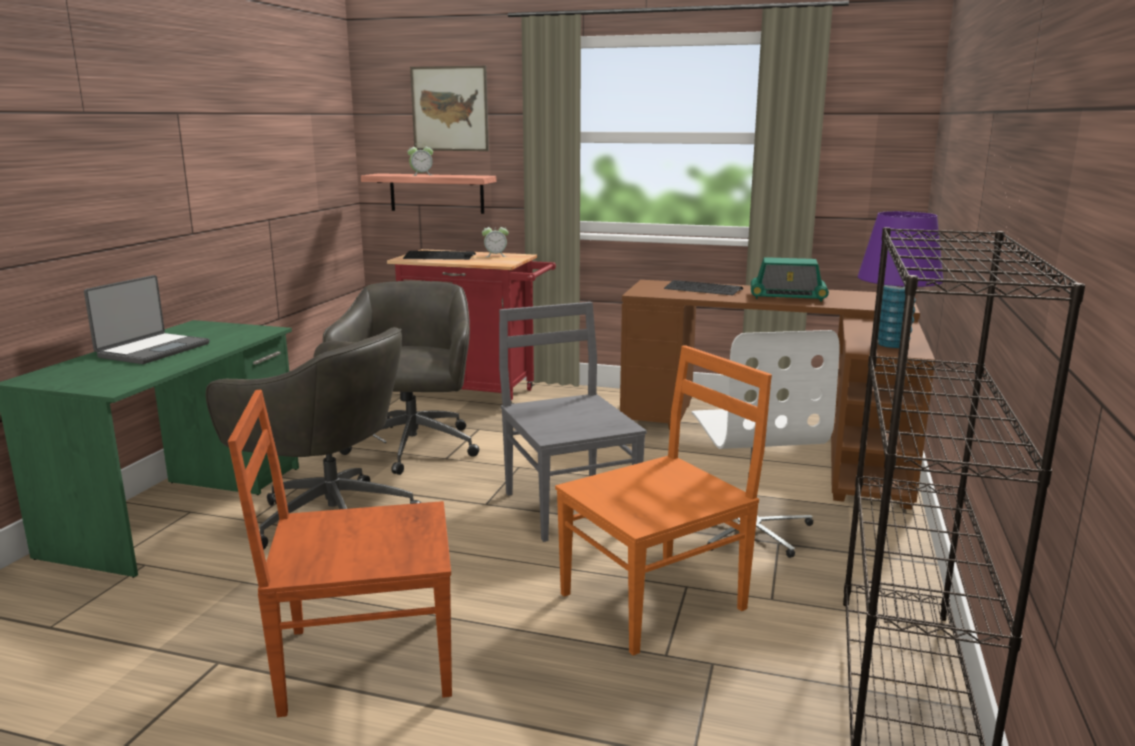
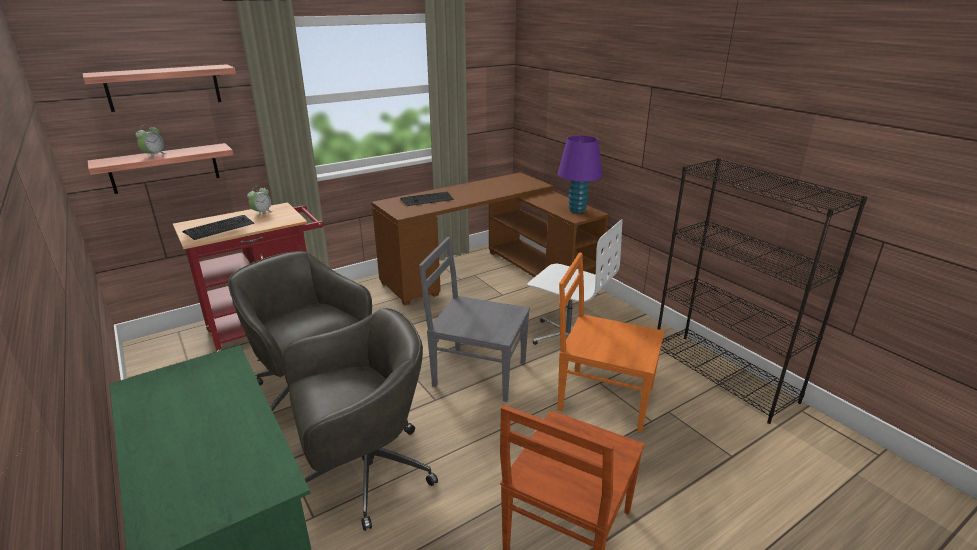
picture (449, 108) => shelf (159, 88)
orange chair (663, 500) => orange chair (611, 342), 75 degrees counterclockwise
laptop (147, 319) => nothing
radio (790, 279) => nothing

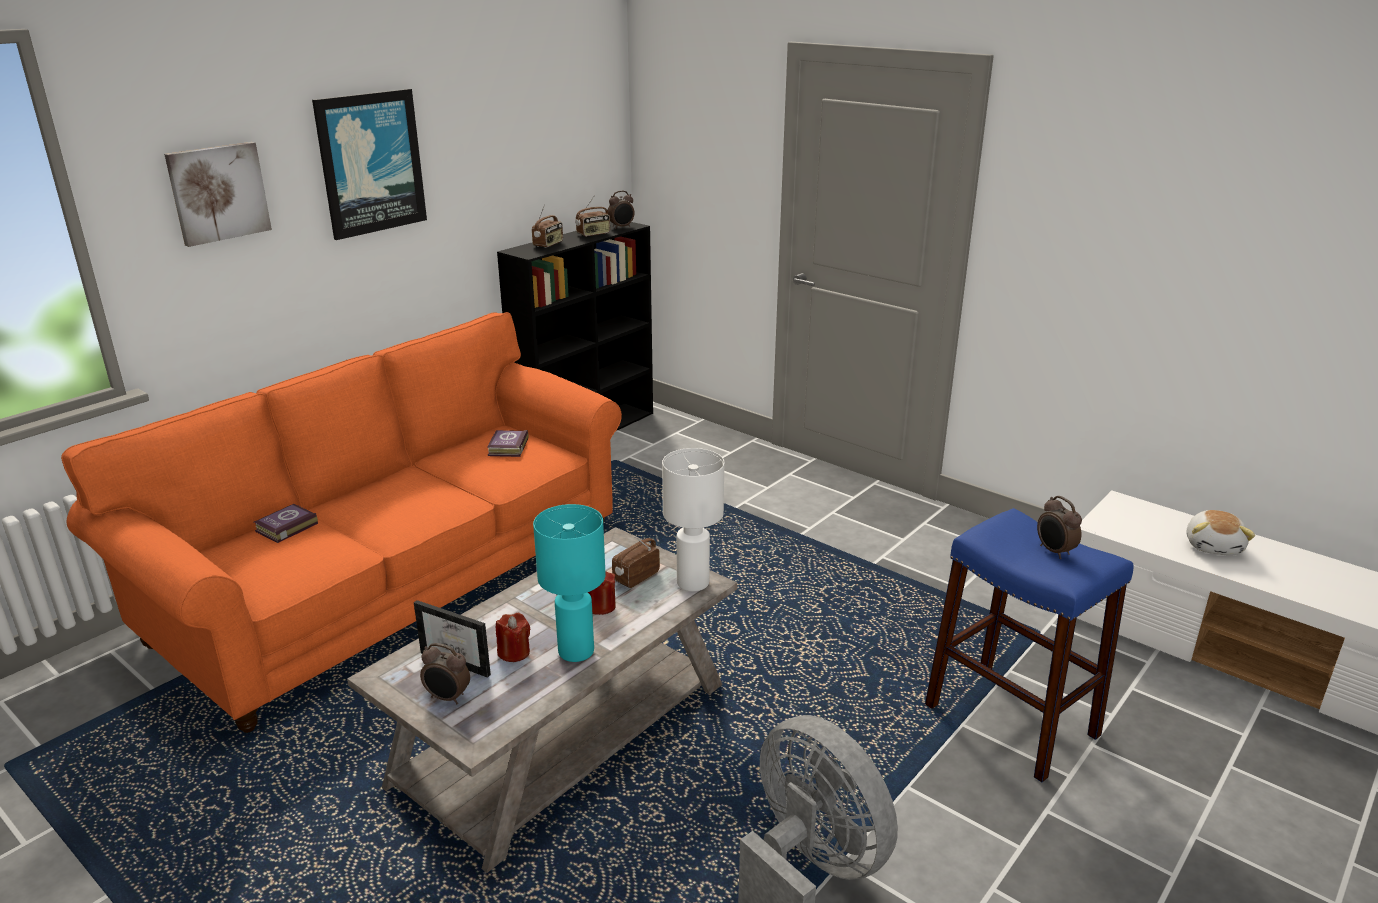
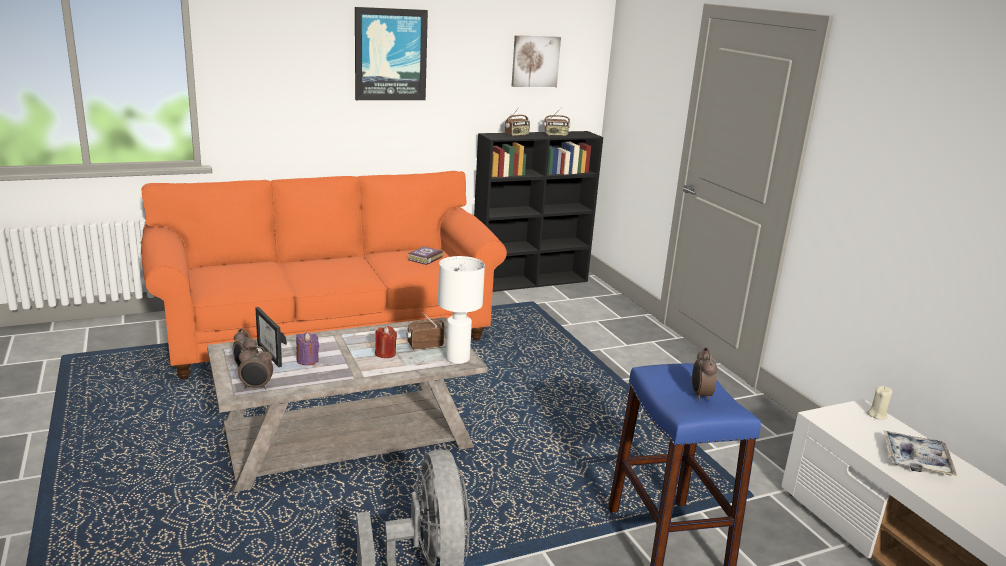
alarm clock (621, 210) => alarm clock (255, 368), move
red candle (513, 637) => purple candle (307, 348)
picture (218, 194) => picture (536, 61), move
nothing => beige candle (880, 403)
plush toy (1221, 533) => tray (920, 453)
book (286, 523) => nothing
turquoise table lamp (569, 583) => nothing

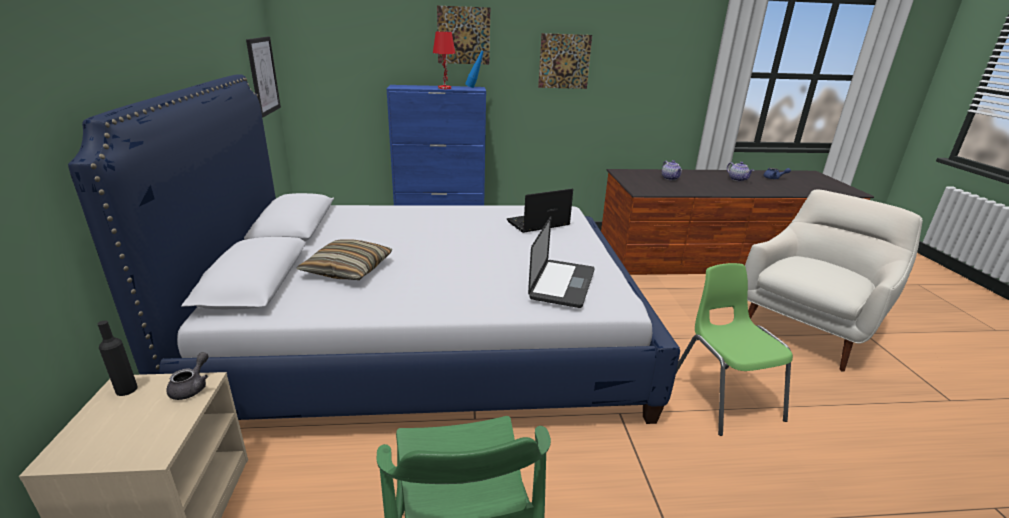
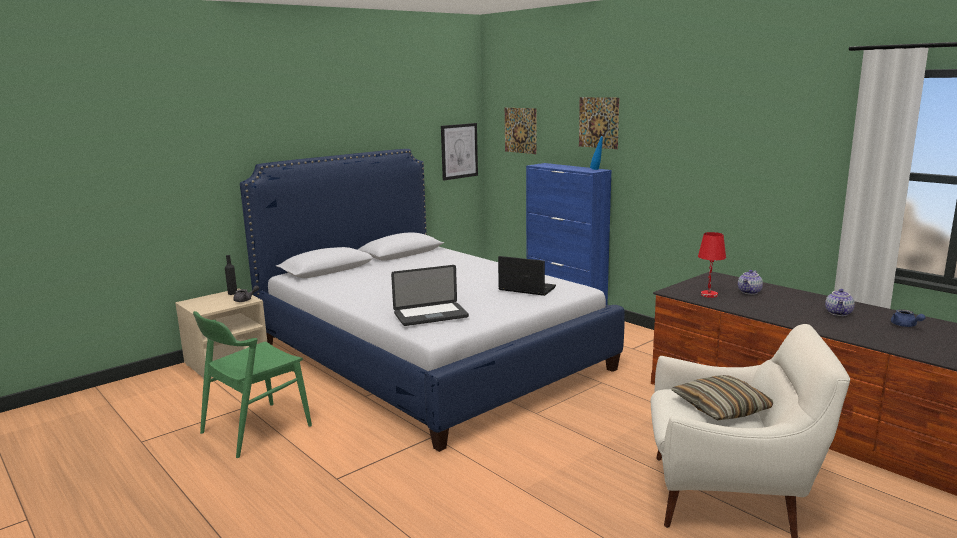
picture (565, 61) => picture (520, 131), move
pillow (345, 259) => pillow (722, 397), move
red table lamp (444, 60) => red table lamp (712, 265), move
green chair (734, 349) => nothing

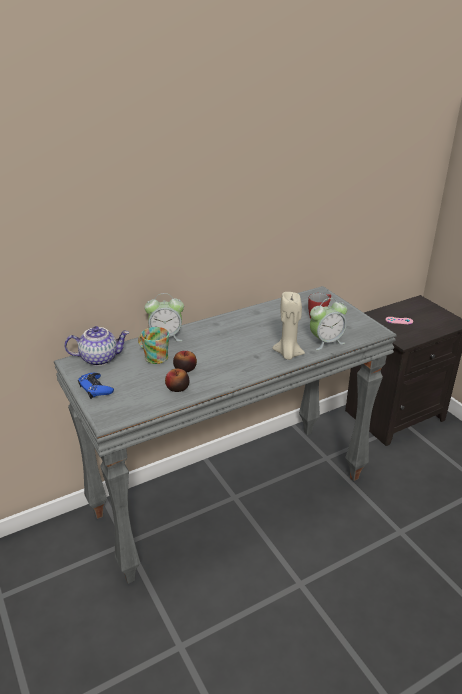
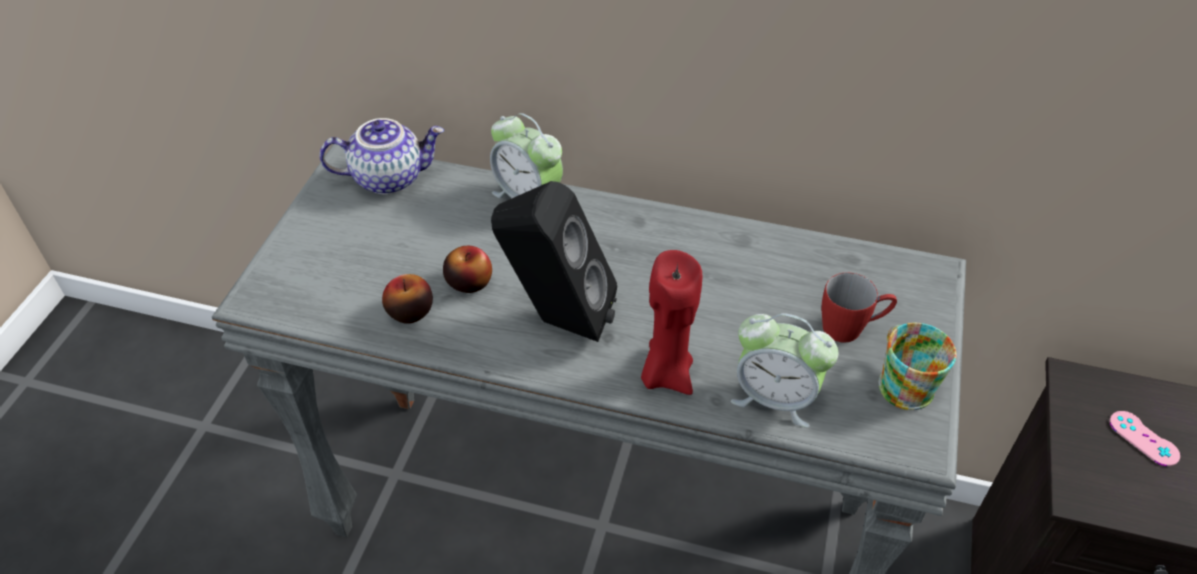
teapot (96, 346) => teapot (381, 156), 45 degrees counterclockwise
nothing => black speaker (554, 261)
beige candle (289, 326) => red candle (671, 322)
mug (153, 345) => mug (917, 366), move
blue game controller (96, 386) => nothing

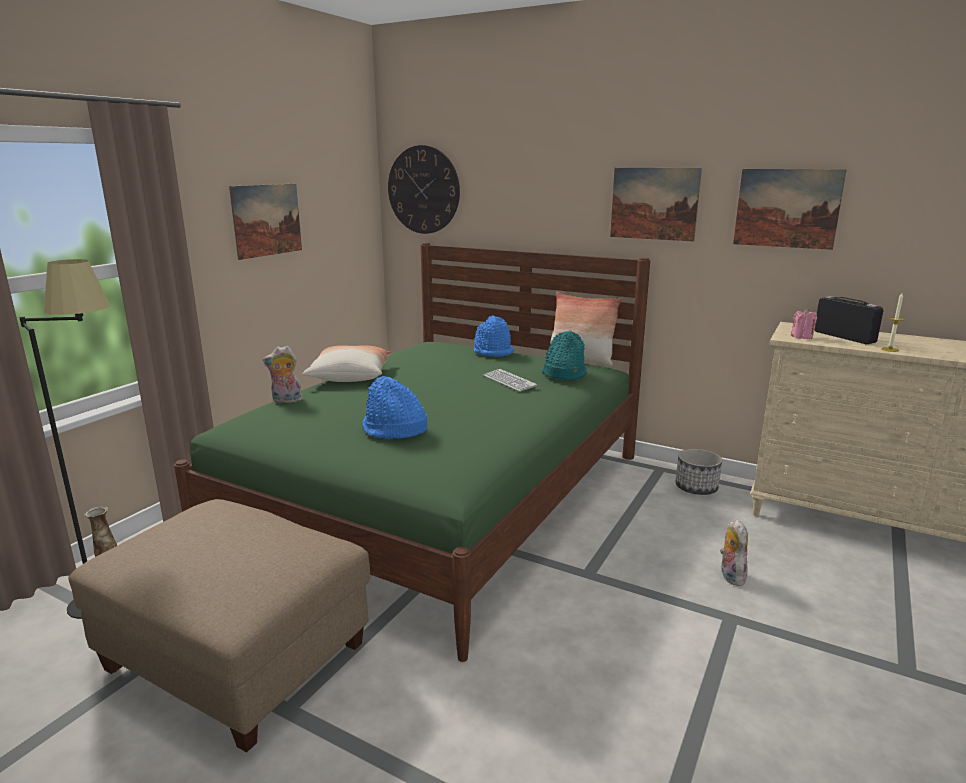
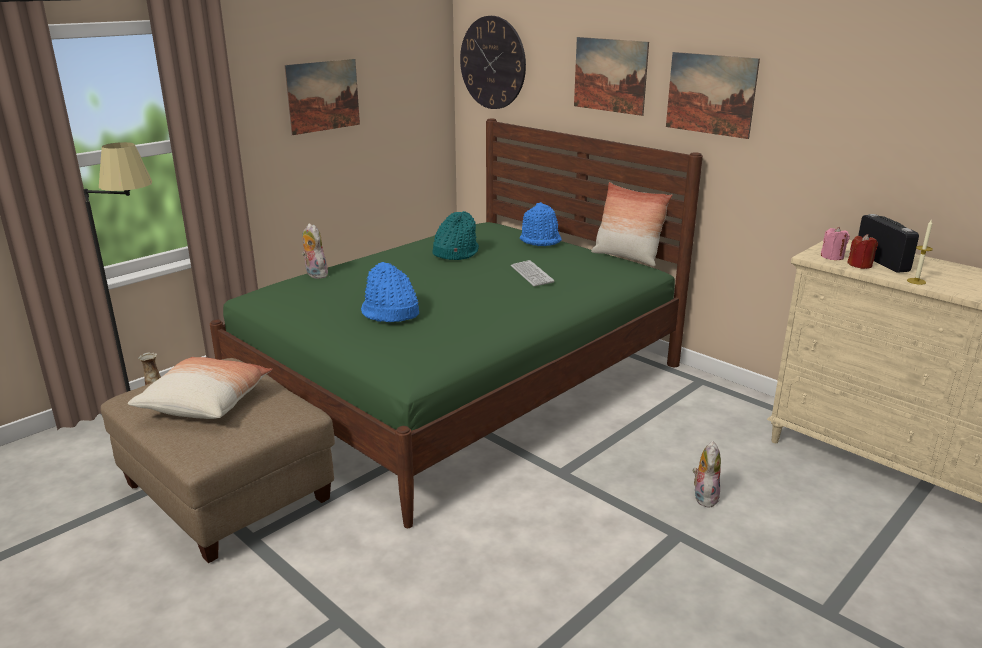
pillow (347, 363) => pillow (200, 388), move
plush toy (283, 374) => plush toy (315, 251), 45 degrees clockwise
turquoise hat (564, 355) => turquoise hat (456, 235), move
picture (790, 209) => picture (611, 76), move
nothing => red candle (862, 251)
planter (699, 472) => nothing

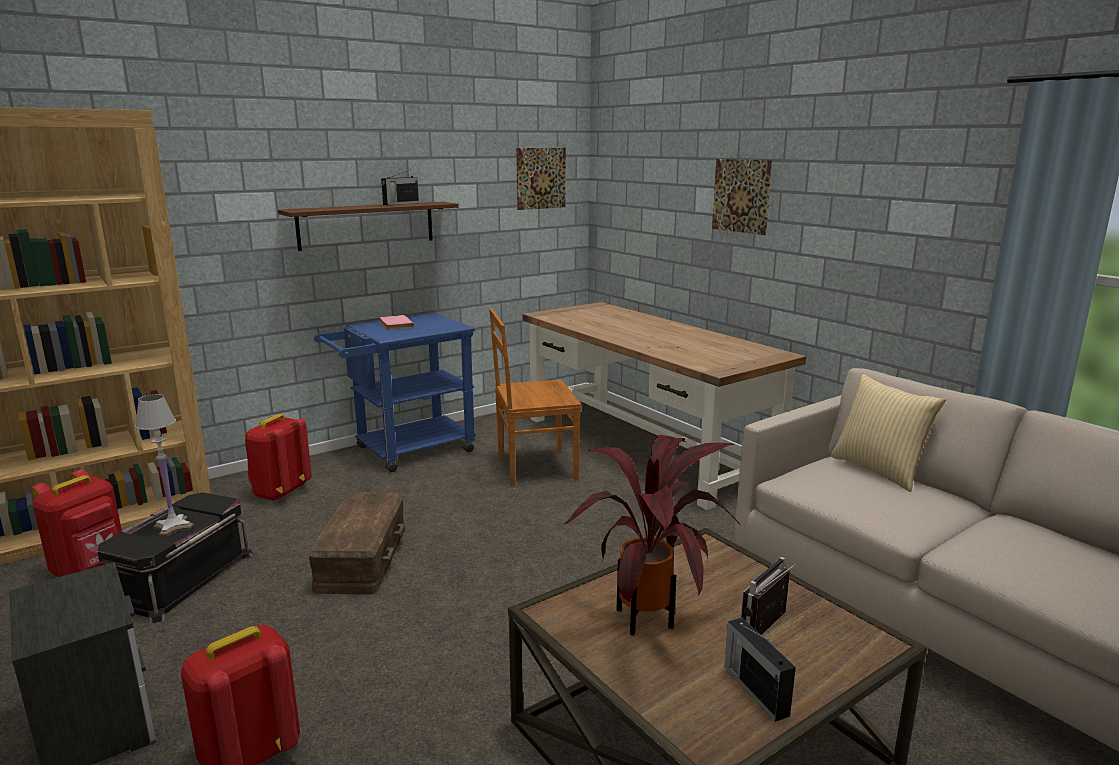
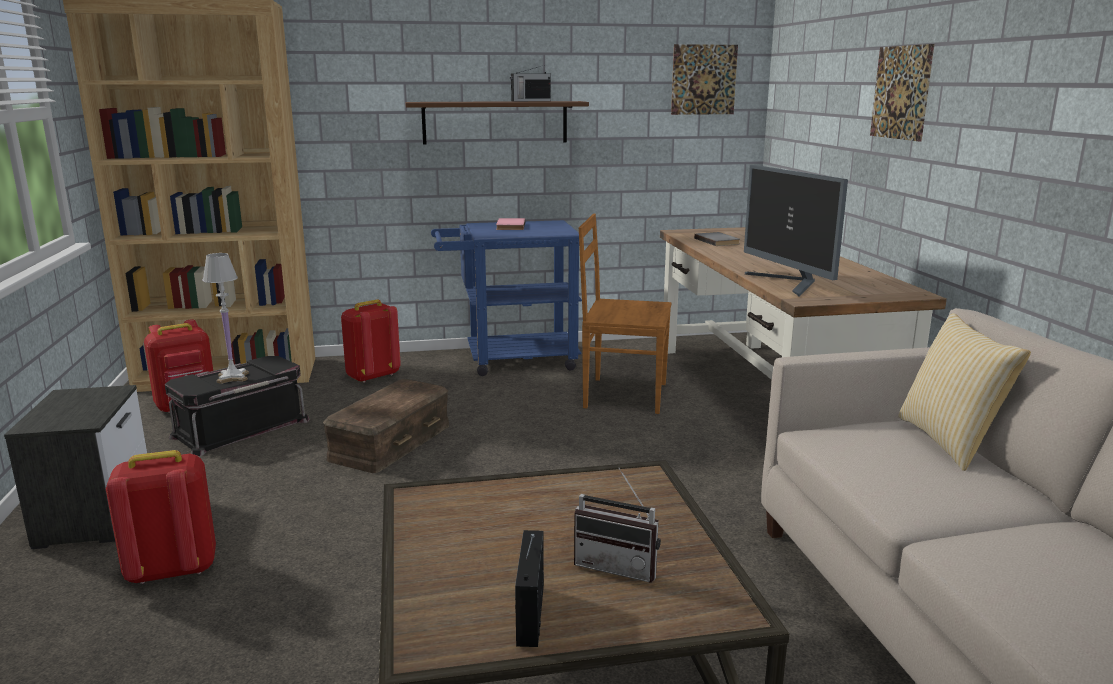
radio (770, 596) => radio (617, 525), 135 degrees counterclockwise
nothing => grey book (717, 239)
nothing => monitor (796, 230)
potted plant (651, 535) => nothing

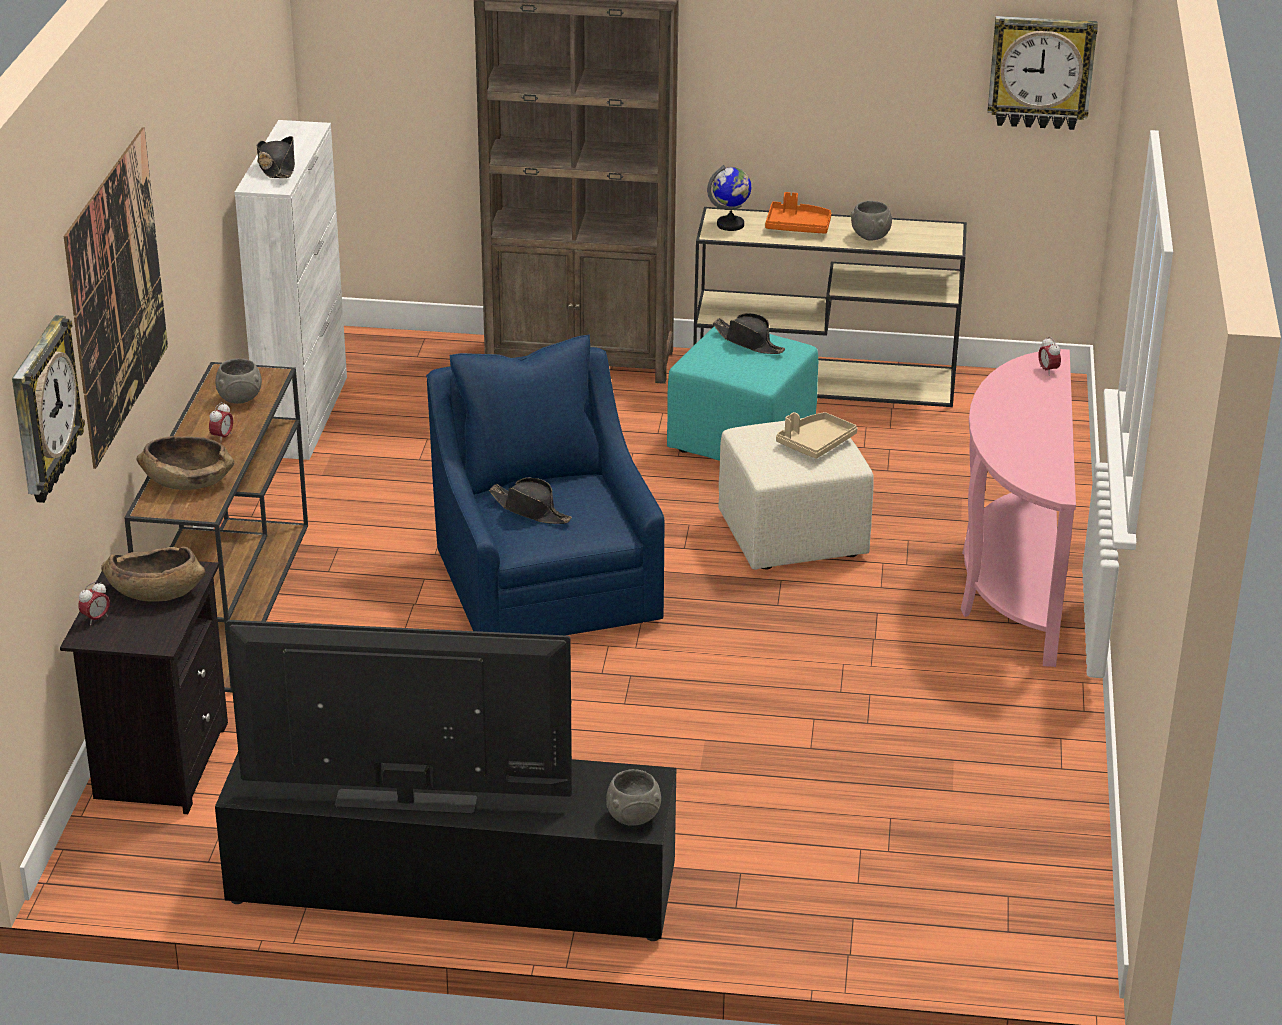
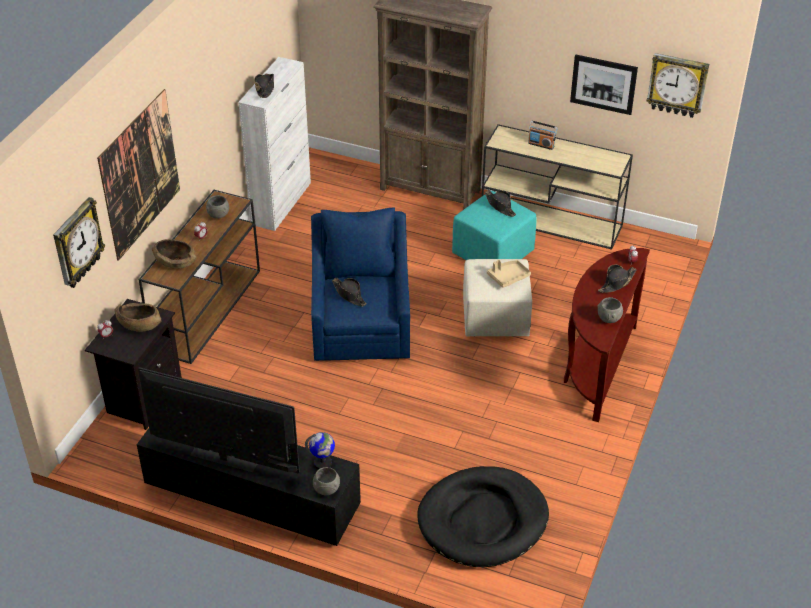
globe (729, 198) => globe (320, 451), move
nothing => black dog bed (483, 516)
orange tray (798, 213) => radio (543, 135)
pink console table (1018, 508) => brown console table (607, 335)
nothing => picture (604, 84)
grey bowl (871, 220) => grey bowl (610, 310), move
nothing => black hat (617, 278)

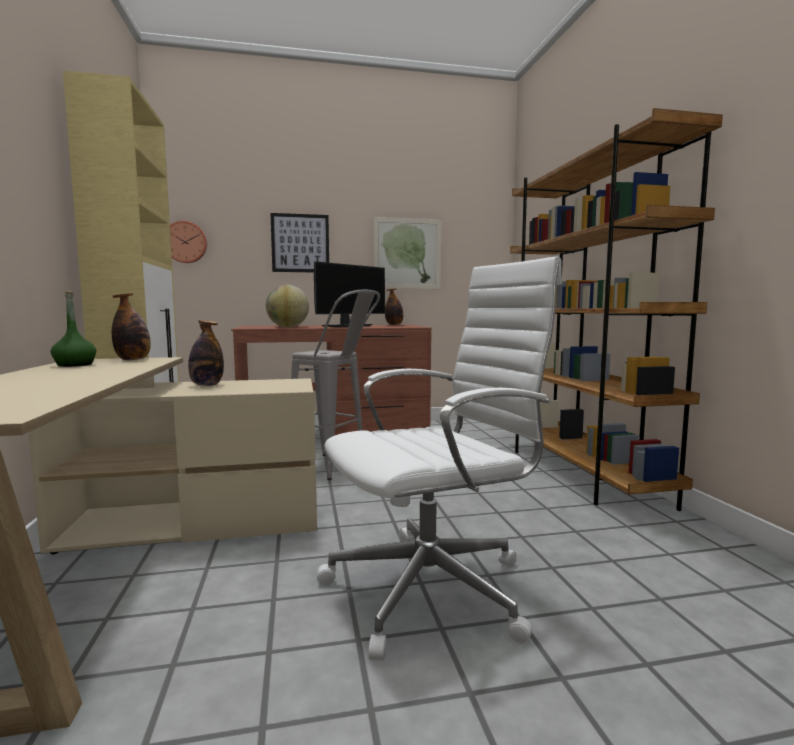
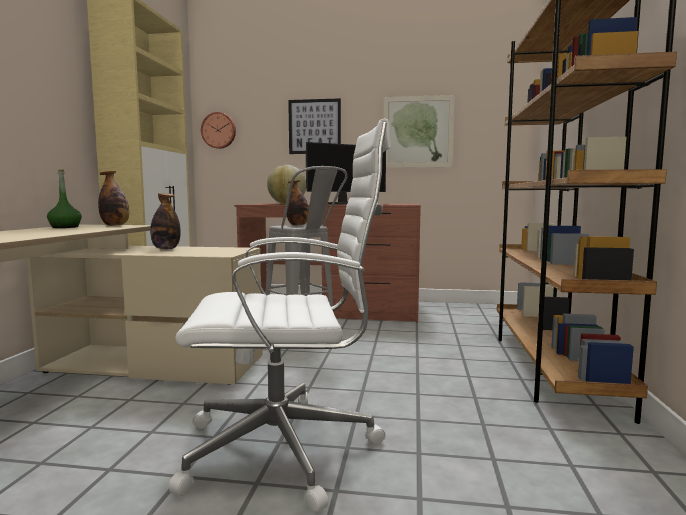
bottle (394, 306) => bottle (298, 203), move

